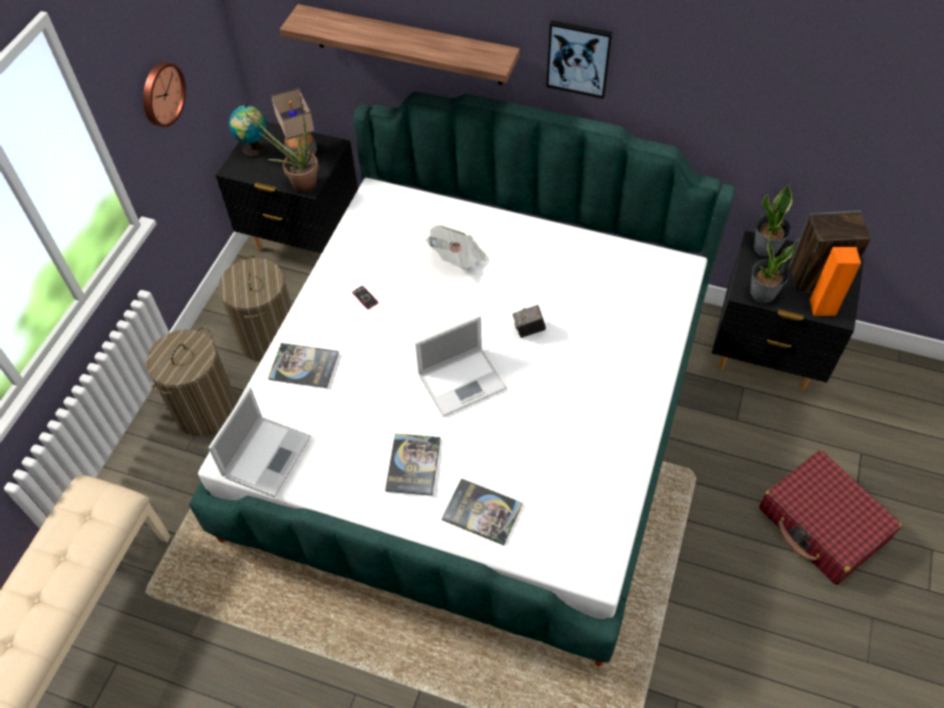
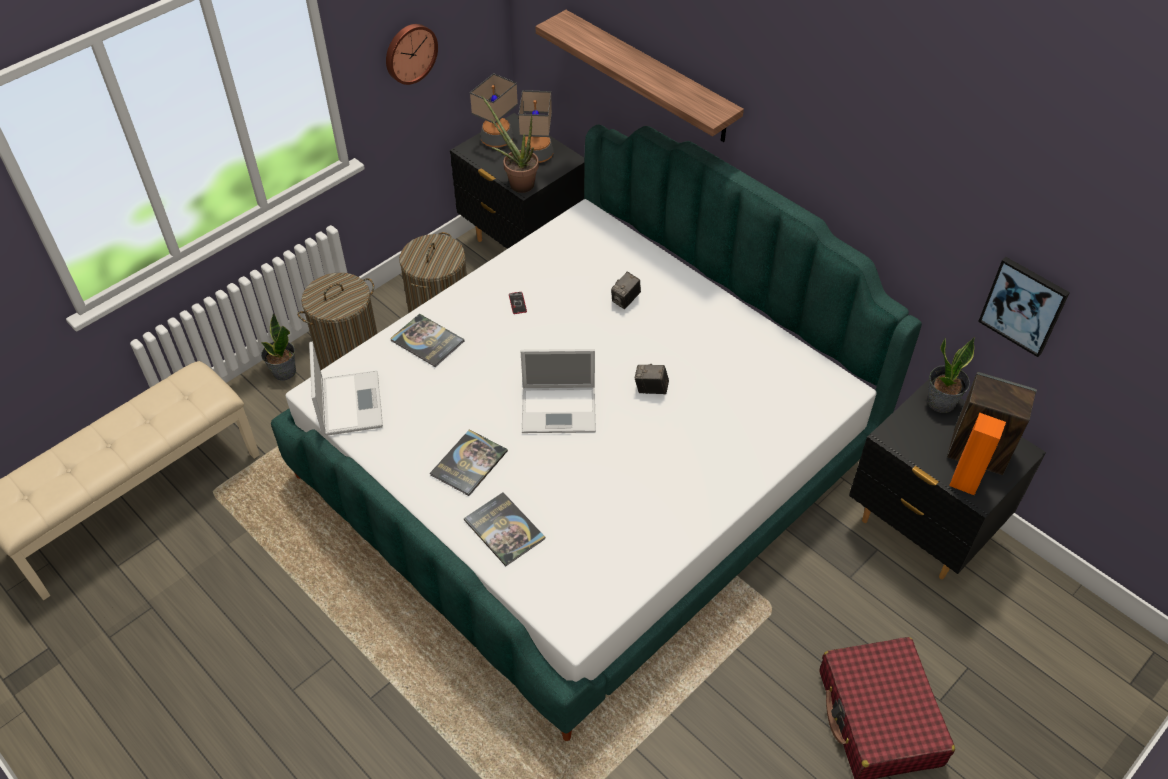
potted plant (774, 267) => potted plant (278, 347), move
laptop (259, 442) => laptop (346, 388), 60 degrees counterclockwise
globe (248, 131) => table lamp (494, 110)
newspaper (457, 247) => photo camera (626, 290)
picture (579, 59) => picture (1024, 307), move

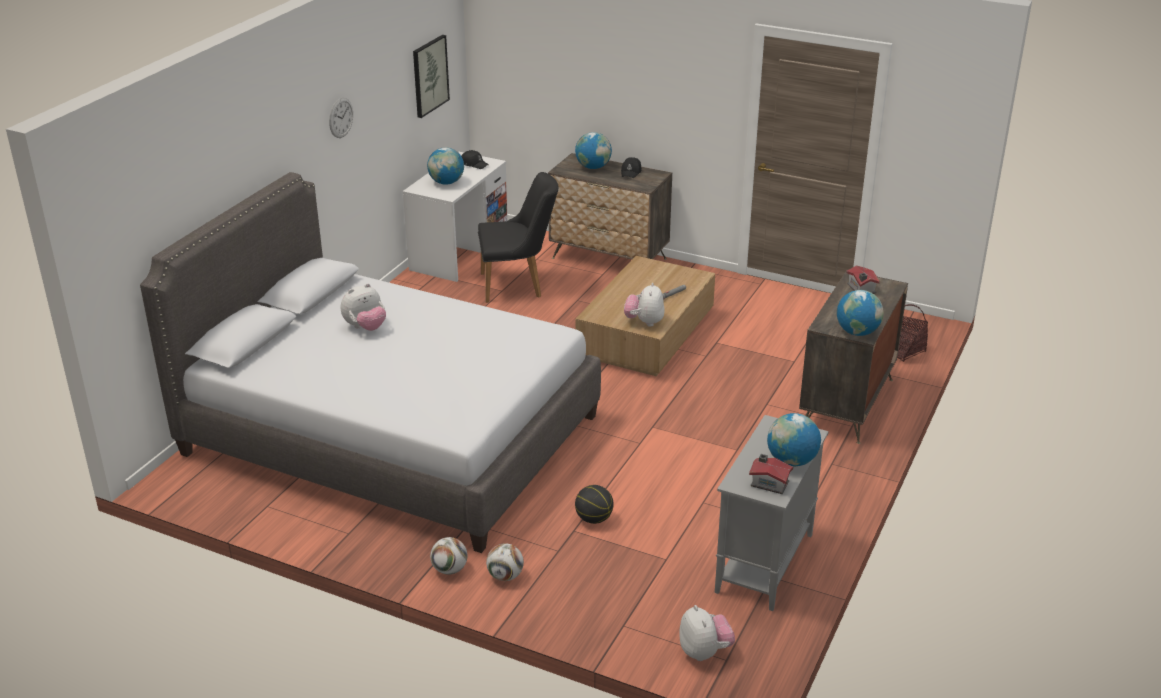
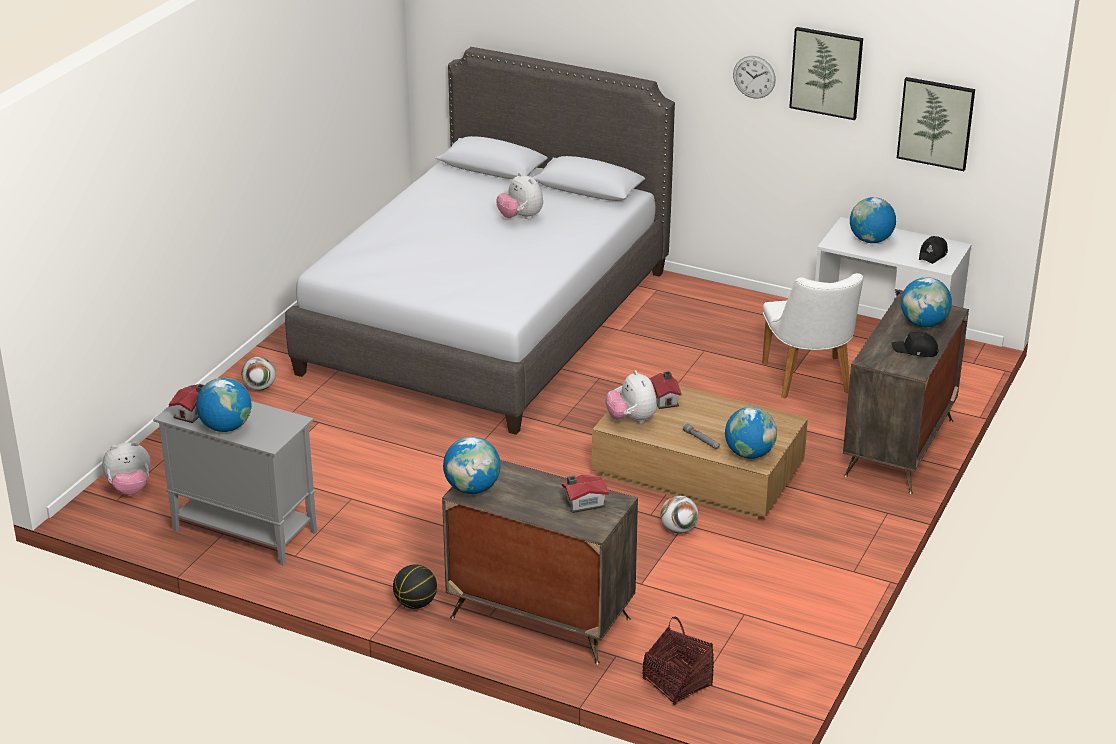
basketball (594, 504) => basketball (415, 586), move
plush toy (644, 305) => plush toy (631, 396), 120 degrees counterclockwise
nothing => toy house (665, 390)
football (449, 556) => football (679, 514), move
nothing => globe (751, 433)
black chair (518, 237) => white chair (813, 335)
nothing => picture (826, 73)

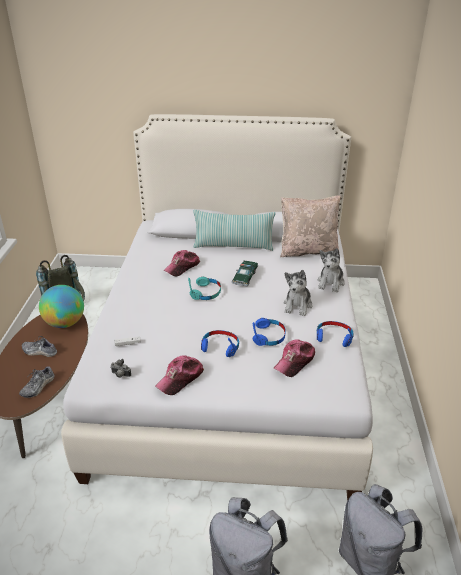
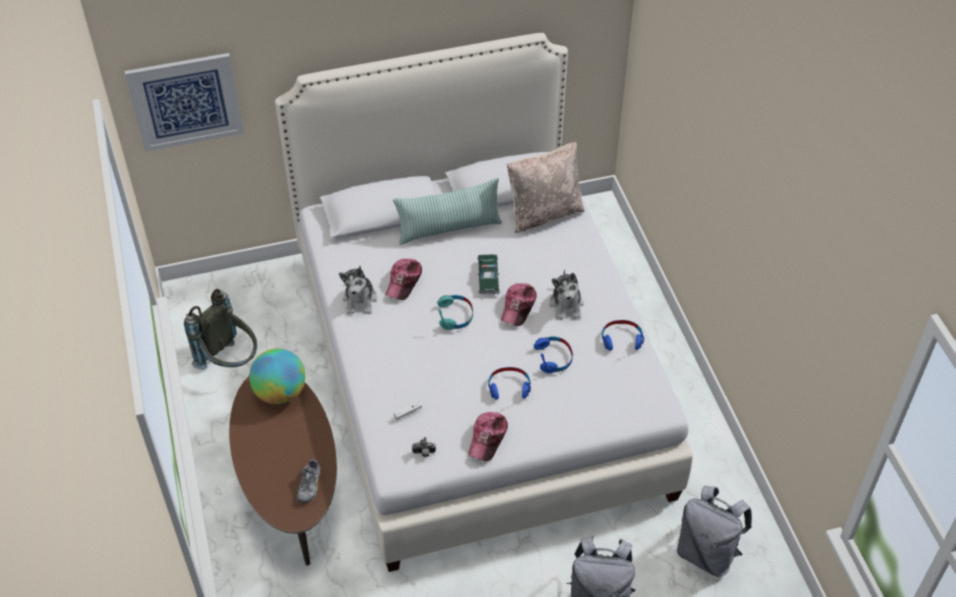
nothing => picture (184, 102)
plush toy (331, 270) => plush toy (358, 289), move
cap (294, 358) => cap (519, 304), move
shoe (39, 346) => nothing

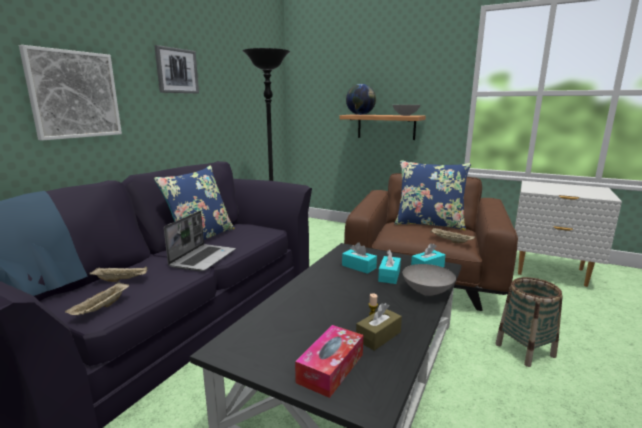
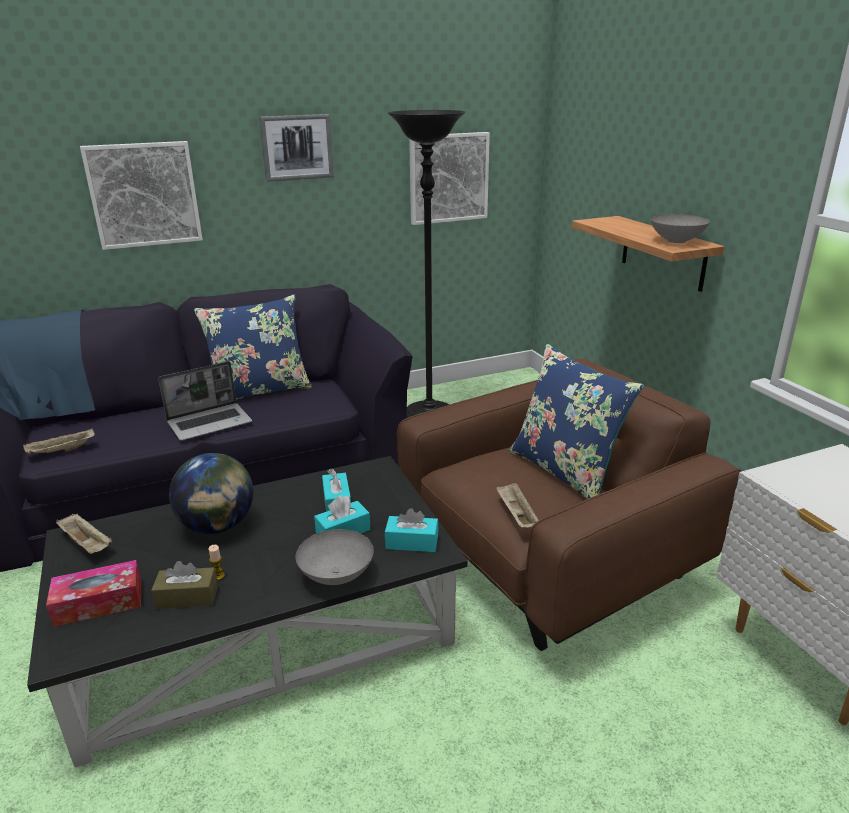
beige tray (119, 274) => beige tray (84, 533), move
globe (361, 99) => globe (211, 493), move
nothing => picture (449, 178)
basket (529, 322) => nothing

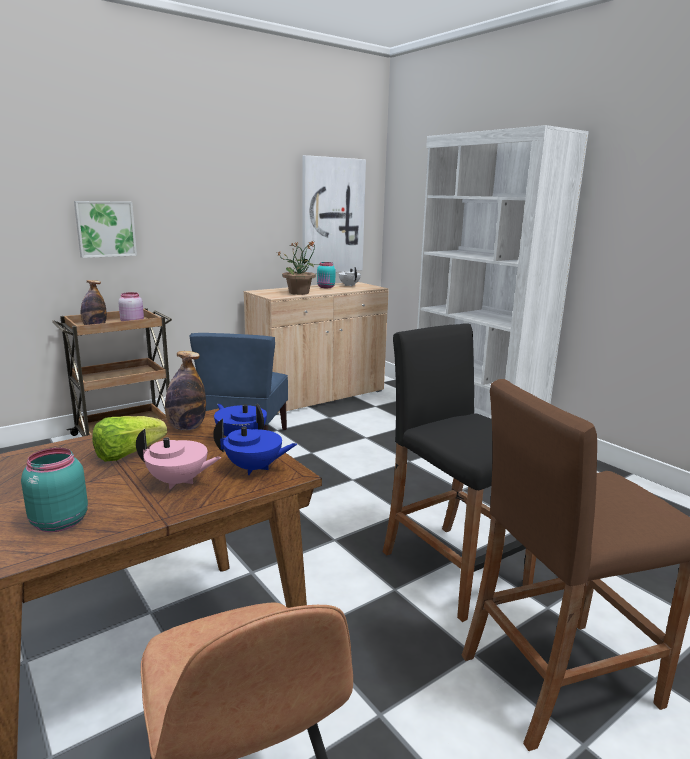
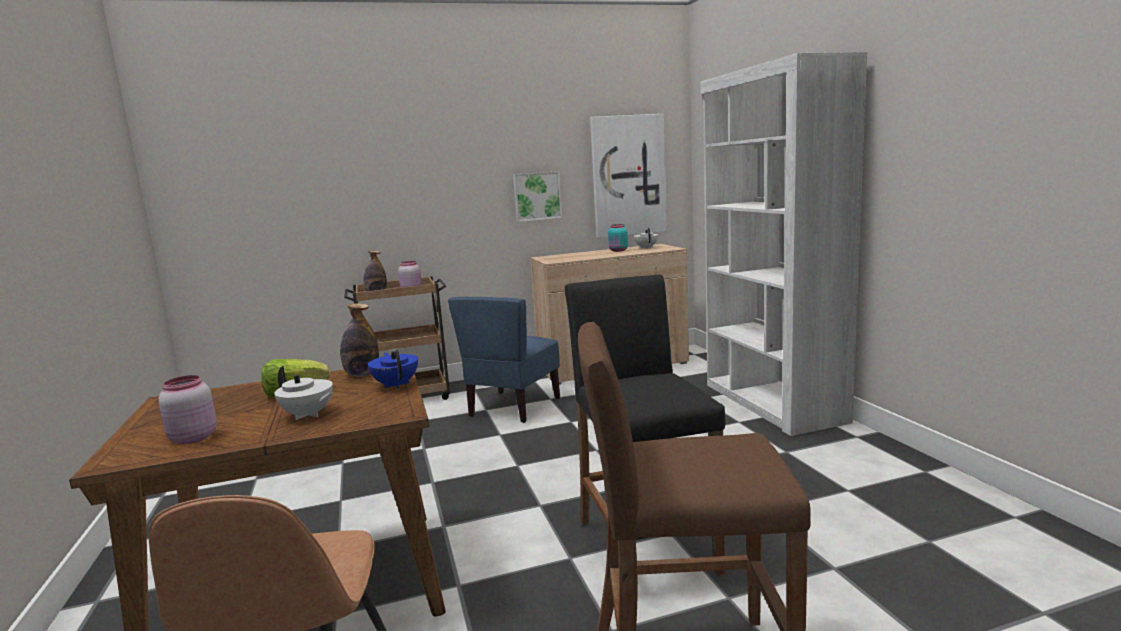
turquoise jar (54, 490) => pink jar (187, 409)
pink teapot (178, 459) => white teapot (303, 393)
picture (105, 229) => picture (537, 196), move
blue teapot (255, 447) => nothing
potted plant (299, 267) => nothing

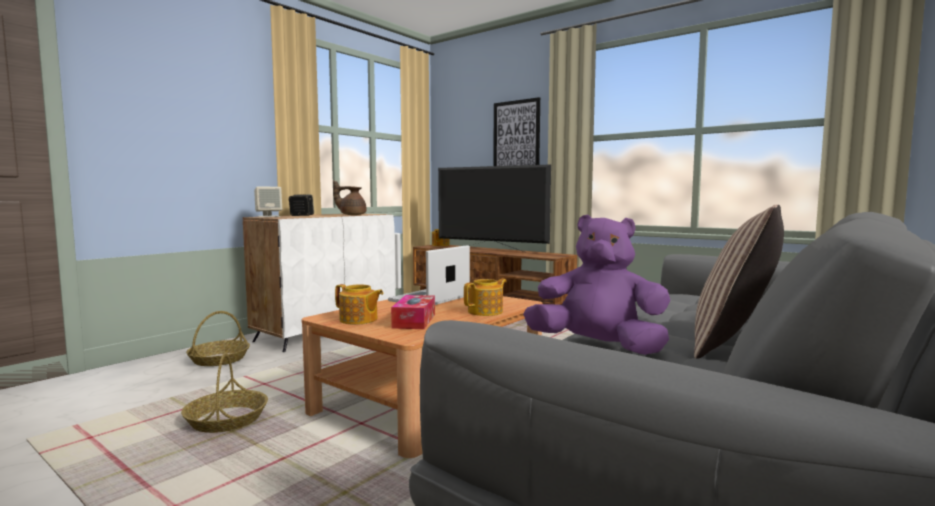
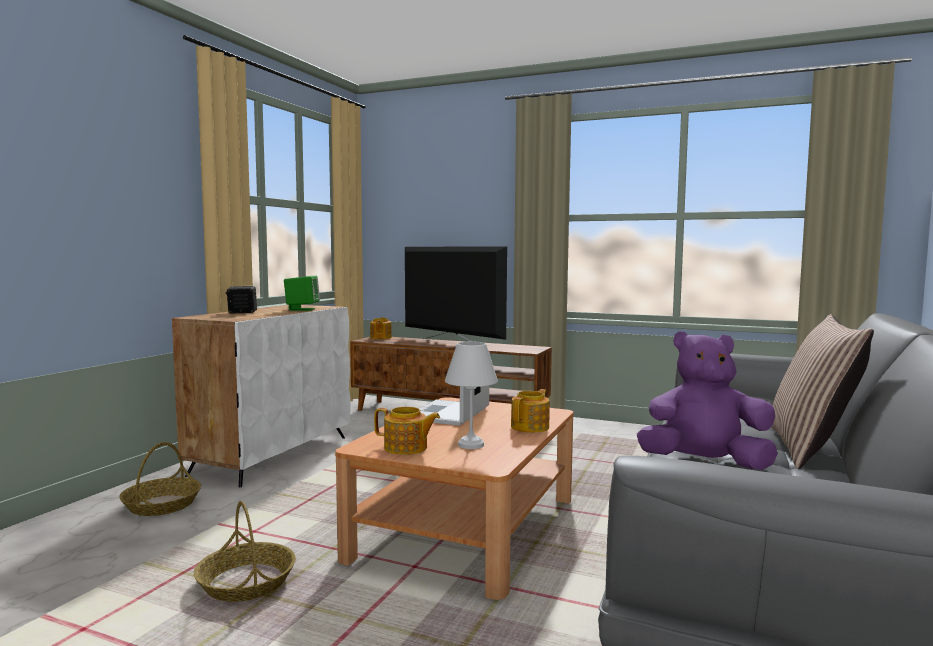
brown teapot (349, 197) => green speaker (302, 293)
television (494, 208) => television (456, 294), 150 degrees counterclockwise
tissue box (413, 312) => white table lamp (471, 395)
beige speaker (268, 202) => nothing
picture (516, 131) => nothing

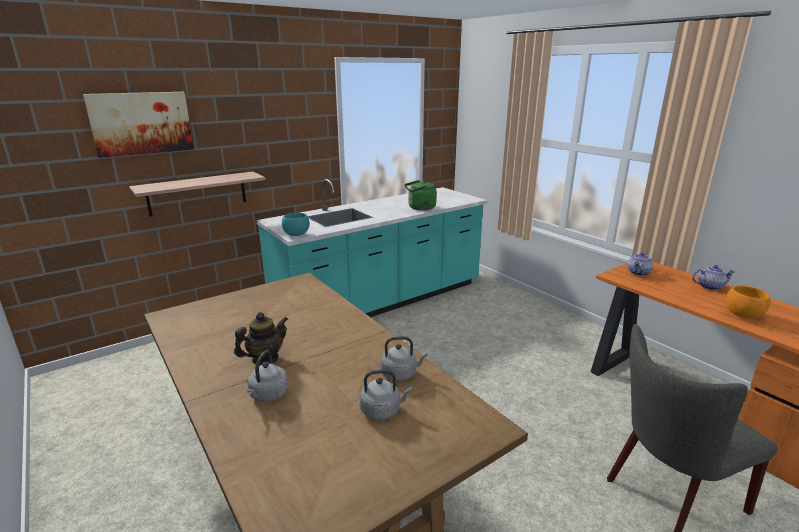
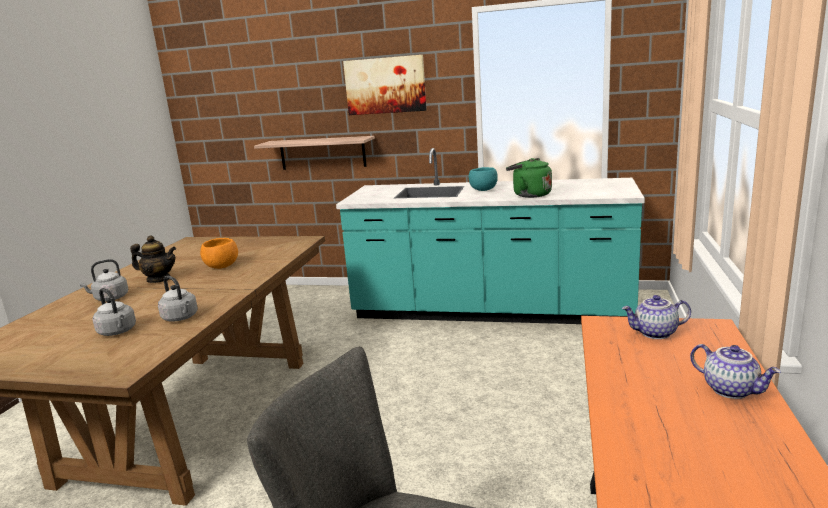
orange bowl (748, 302) => orange bowl (219, 253), move
picture (138, 125) => picture (385, 85), move
turquoise bowl (296, 224) => turquoise bowl (483, 179), move

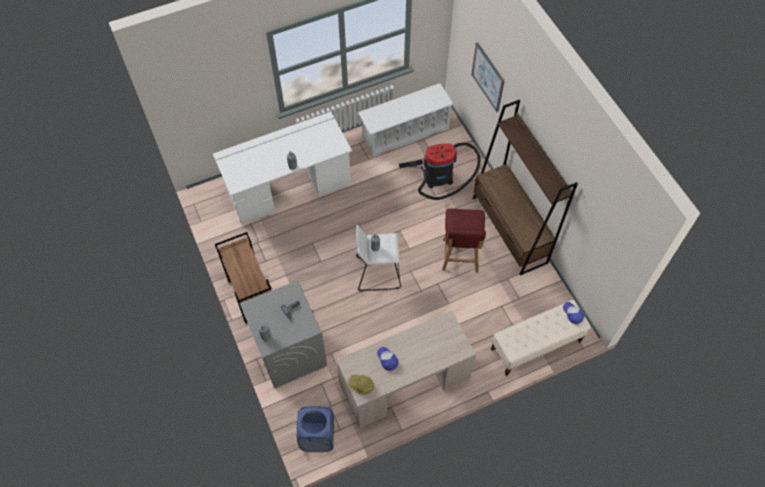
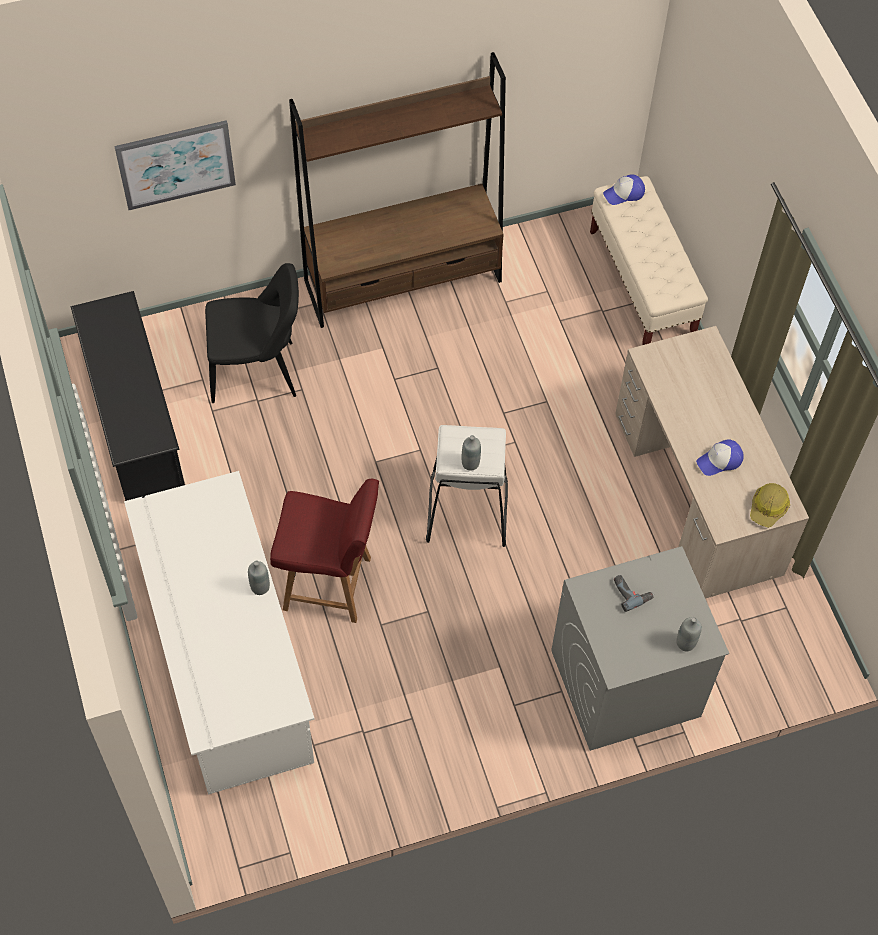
white shoe rack (406, 120) => black shoe rack (128, 396)
vacuum cleaner (439, 171) => black chair (252, 333)
red chair (464, 240) => red chair (324, 551), move
brown cart (243, 277) => nothing
blue laundry basket (315, 429) => nothing

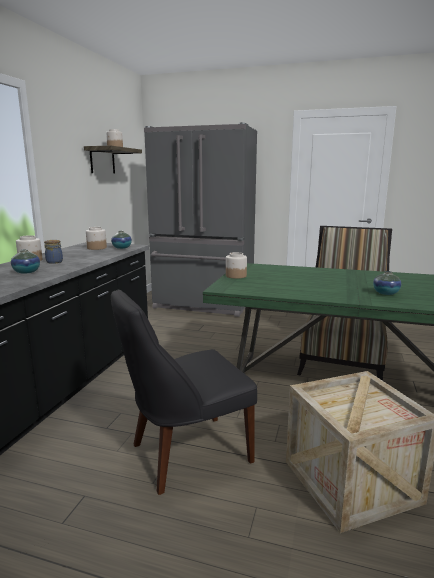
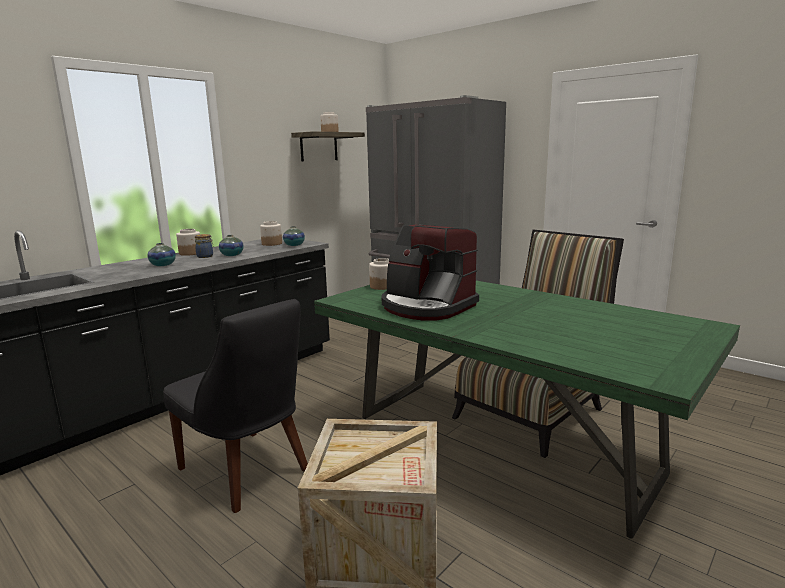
black chair (184, 392) => black chair (235, 406), 135 degrees counterclockwise
vase (387, 283) => vase (231, 245), move
nothing => coffee machine (430, 273)

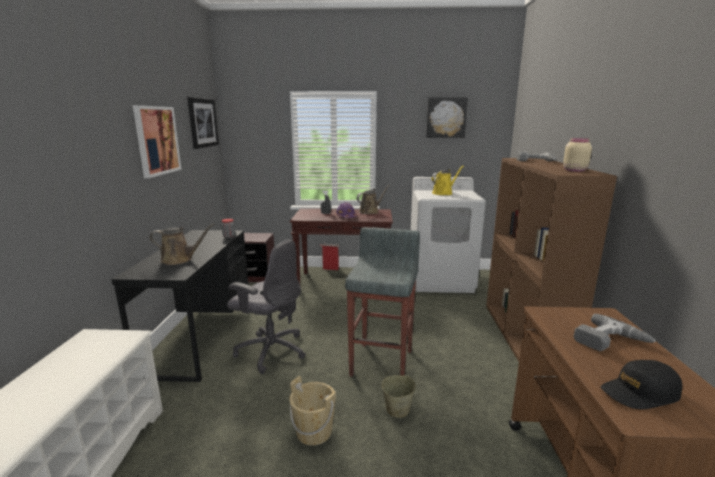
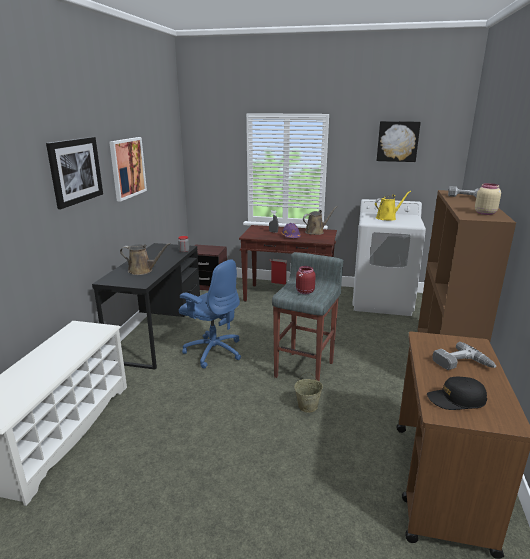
picture (203, 123) => picture (74, 173), move
grey office chair (266, 306) => blue office chair (210, 314)
nothing => red jar (306, 280)
beige bucket (312, 410) => nothing

